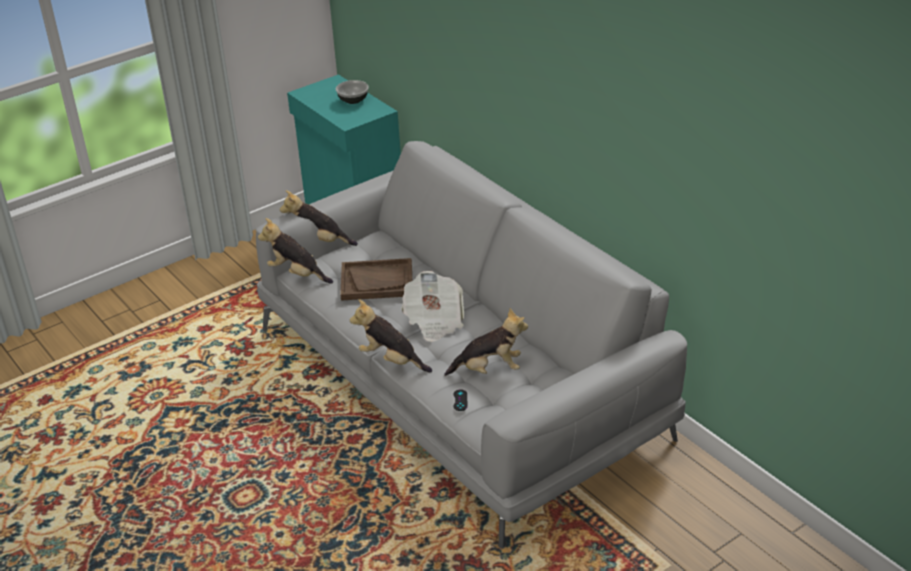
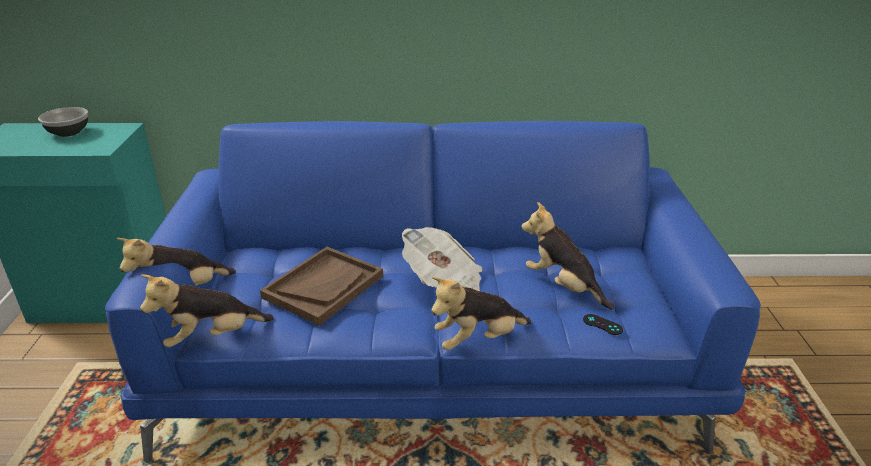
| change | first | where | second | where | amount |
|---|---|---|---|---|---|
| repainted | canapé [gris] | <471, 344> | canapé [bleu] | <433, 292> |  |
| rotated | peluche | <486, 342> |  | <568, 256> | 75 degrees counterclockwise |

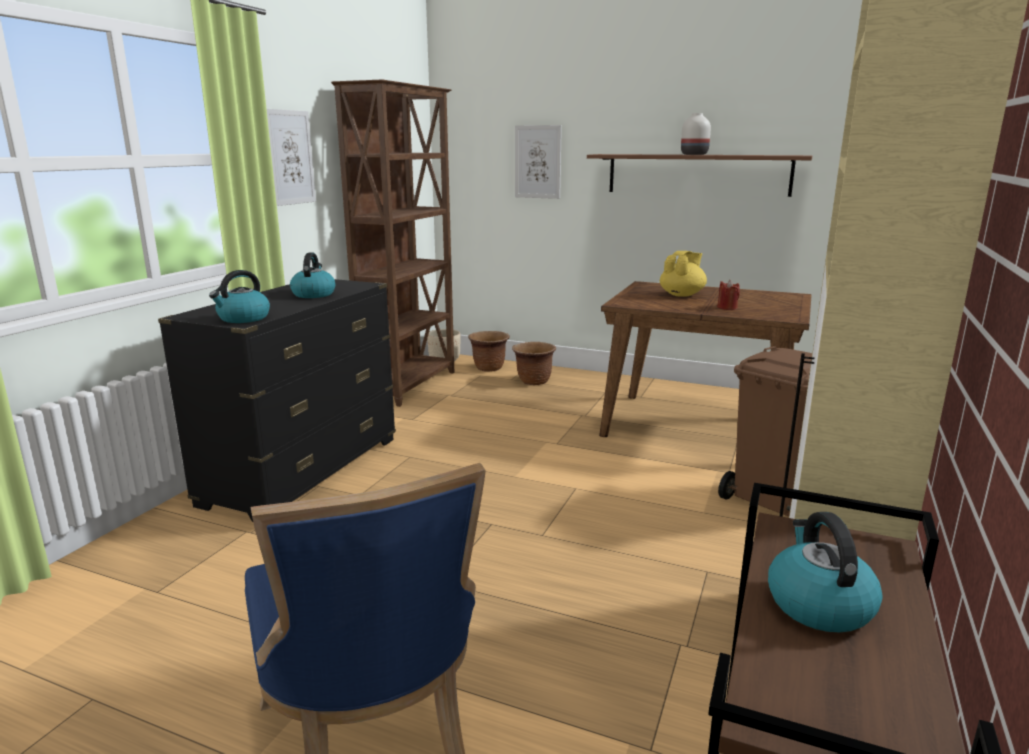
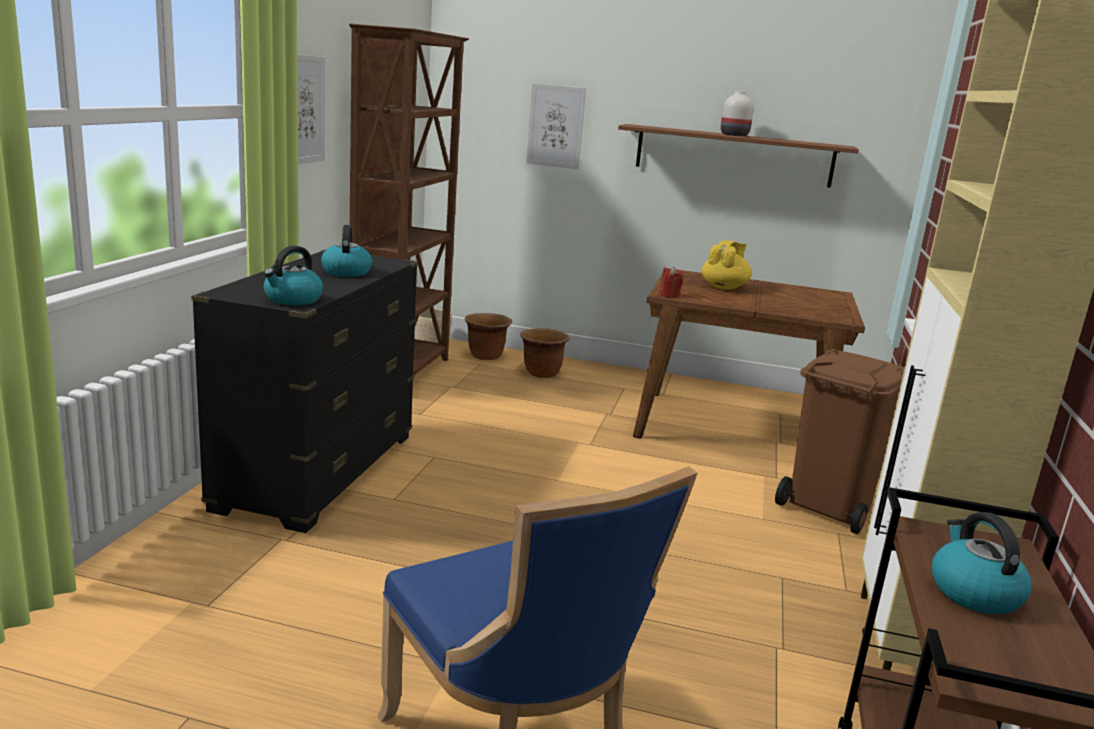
| change | first | where | second | where | amount |
|---|---|---|---|---|---|
| shifted | bougie [rouge] | <728, 295> |  | <671, 282> |  |

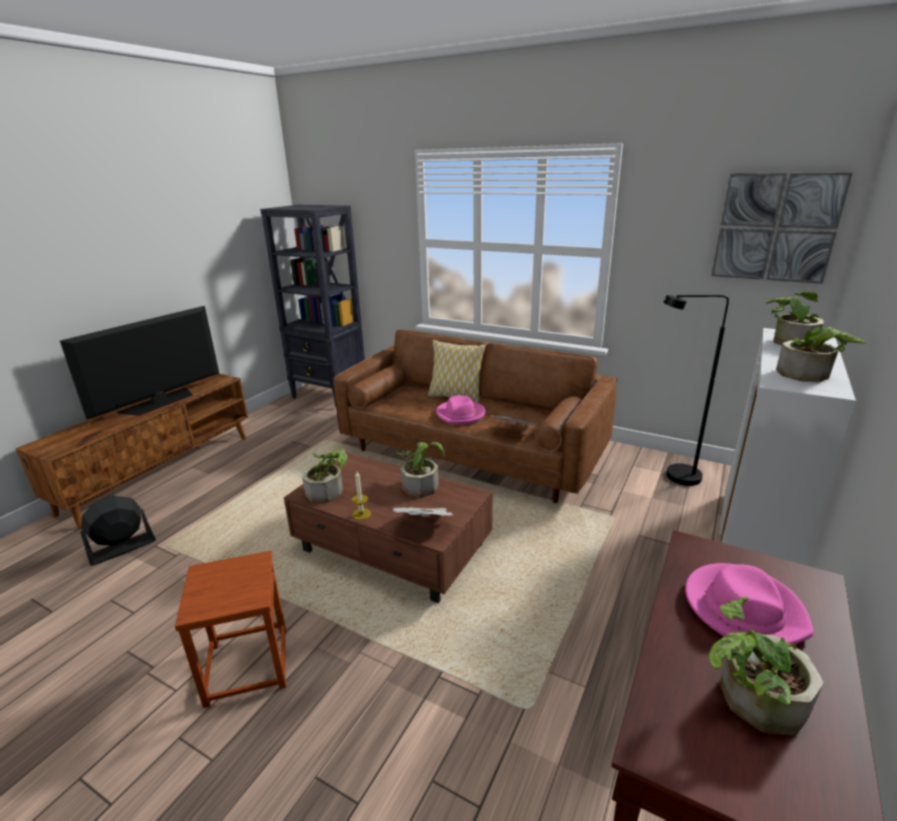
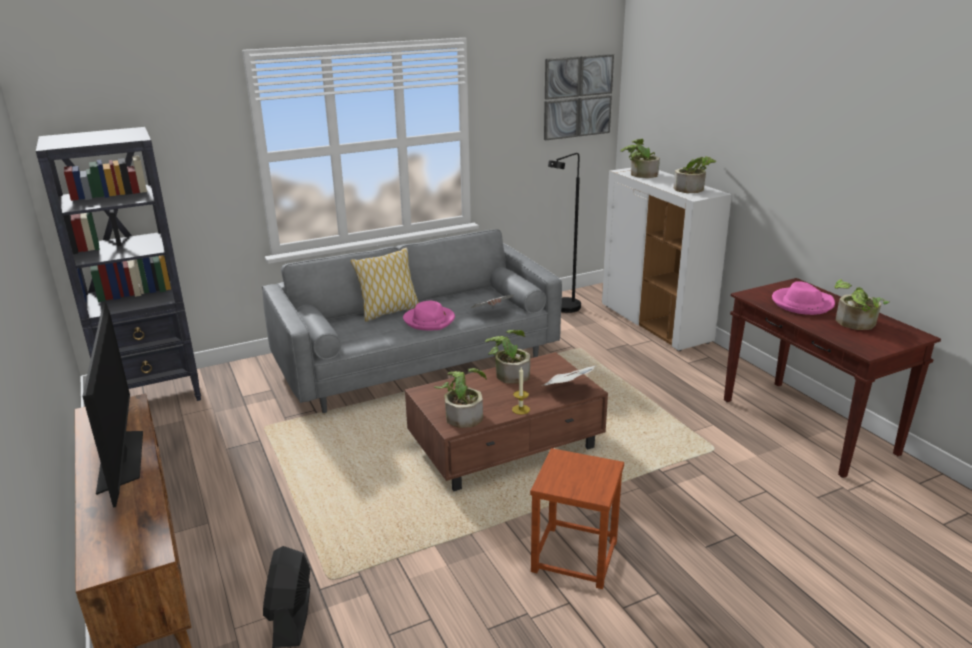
| change | first | where | second | where | amount |
|---|---|---|---|---|---|
| repainted | canapé [marron] | <475, 416> | canapé [gris] | <412, 321> |  |

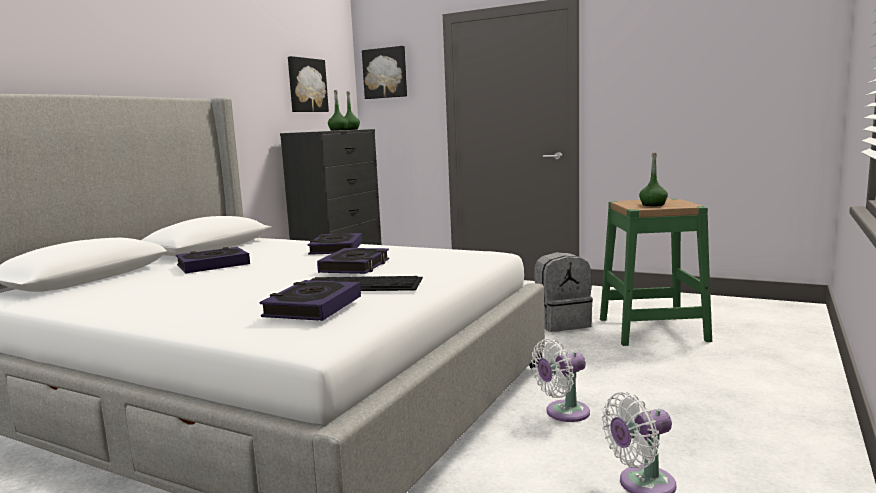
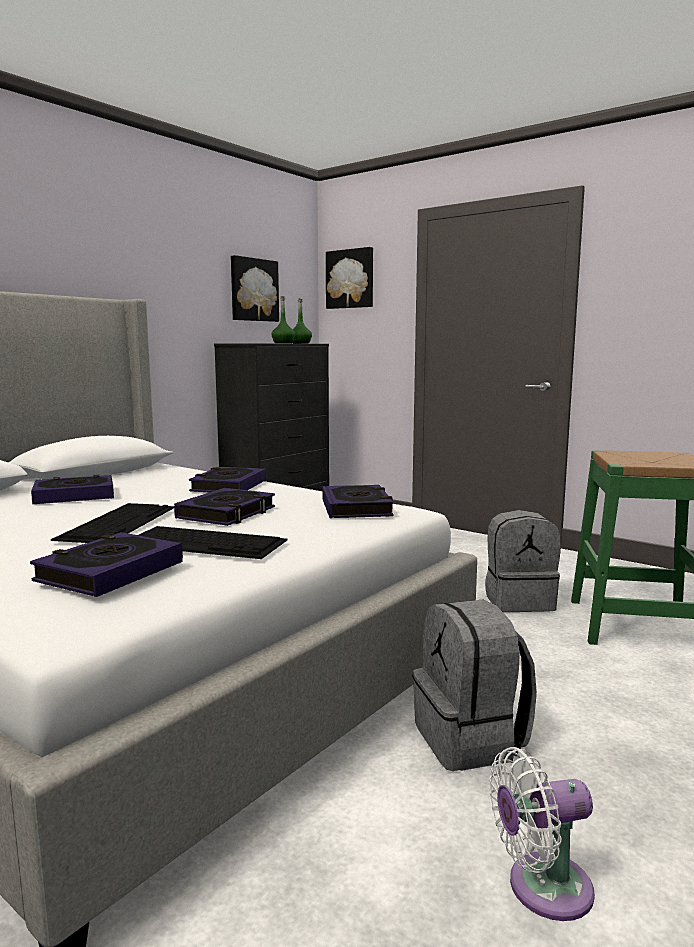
| change | first | where | second | where | amount |
|---|---|---|---|---|---|
| gone | bouteille [vert] | <653, 179> |  |  |  |
| swapped | ventilateur [blanc] | <560, 380> | sac à dos [gris] | <475, 685> |  |
| new |  |  | livre | <358, 501> |  |
| new |  |  | clavier | <112, 523> |  |

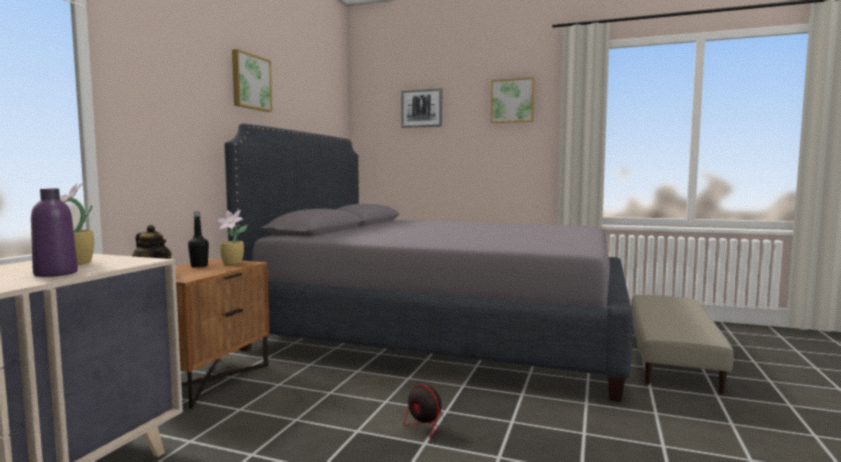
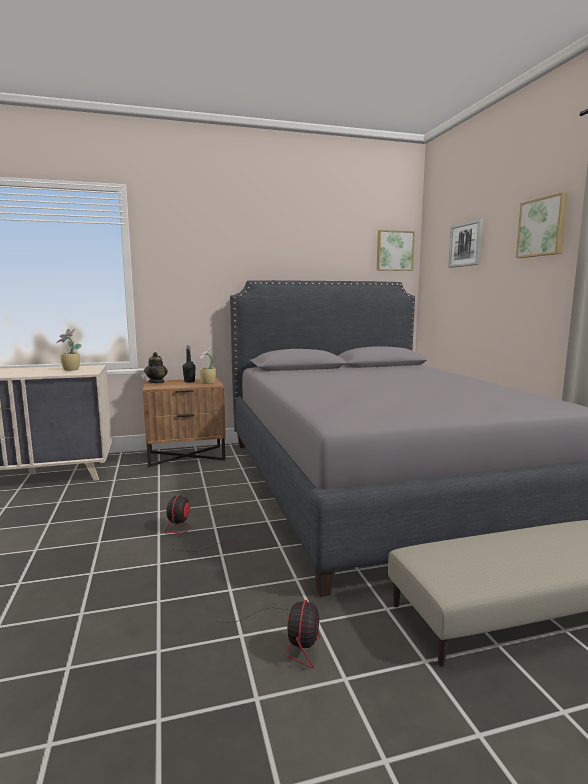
| change | first | where | second | where | amount |
|---|---|---|---|---|---|
| shifted | tableau | <252, 80> |  | <396, 250> |  |
| gone | bouteille [violet] | <54, 233> |  |  |  |
| new |  |  | ventilateur | <267, 634> |  |

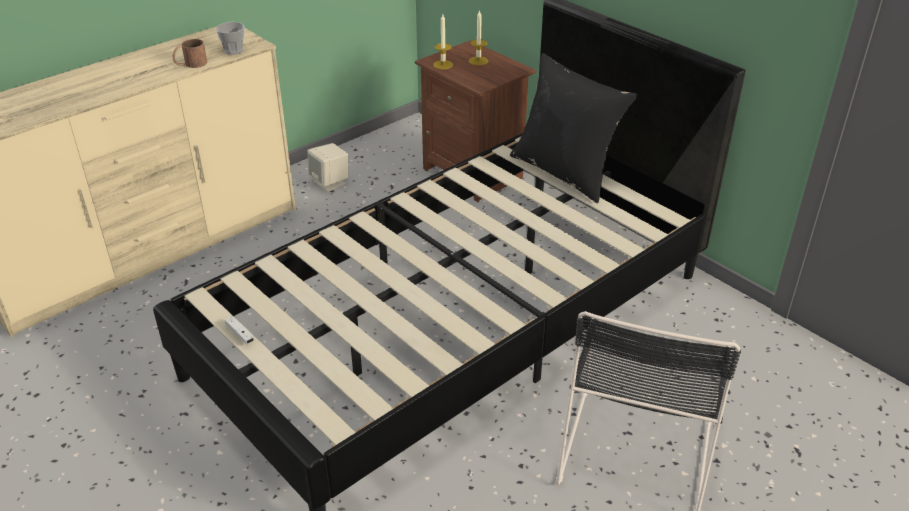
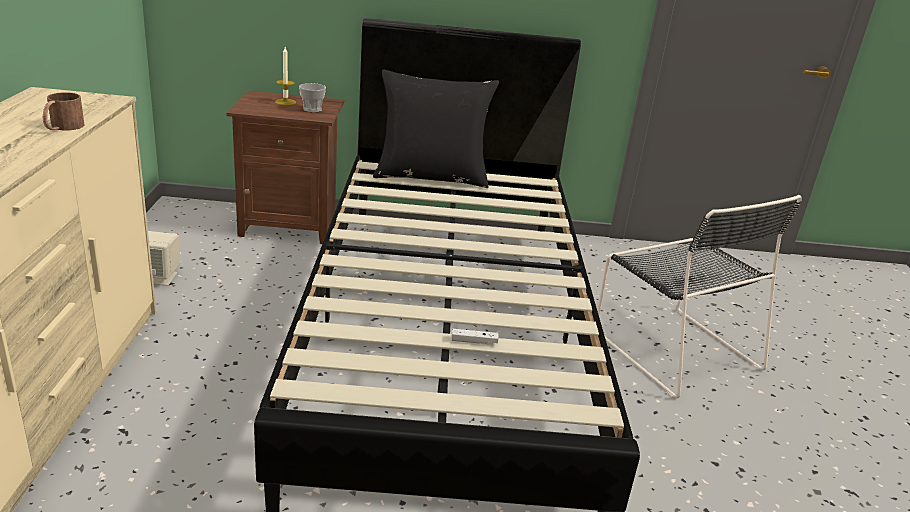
| change | first | where | second | where | amount |
|---|---|---|---|---|---|
| gone | bougie | <443, 41> |  |  |  |
| shifted | tasse | <230, 38> |  | <312, 97> |  |
| shifted | manette [blanc] | <240, 330> |  | <475, 336> |  |

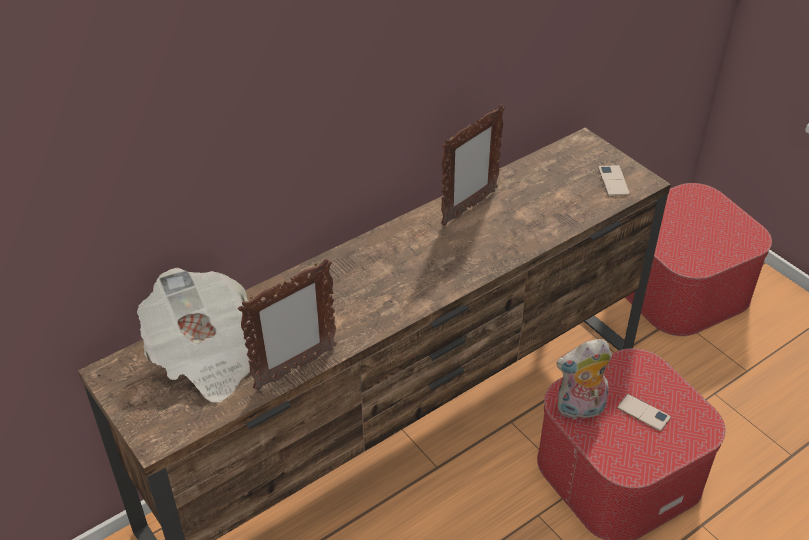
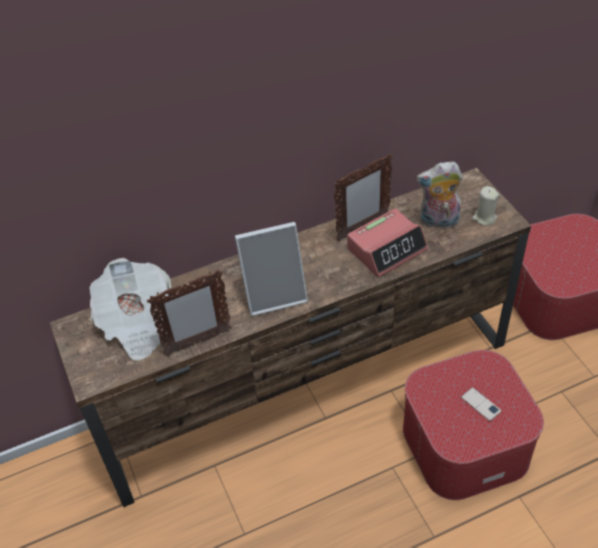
| change | first | where | second | where | amount |
|---|---|---|---|---|---|
| swapped | téléphone | <614, 180> | bougie [beige] | <485, 206> |  |
| shifted | peluche | <584, 379> |  | <439, 194> |  |
| new |  |  | réveil | <387, 242> |  |
| new |  |  | cadre photo | <271, 269> |  |

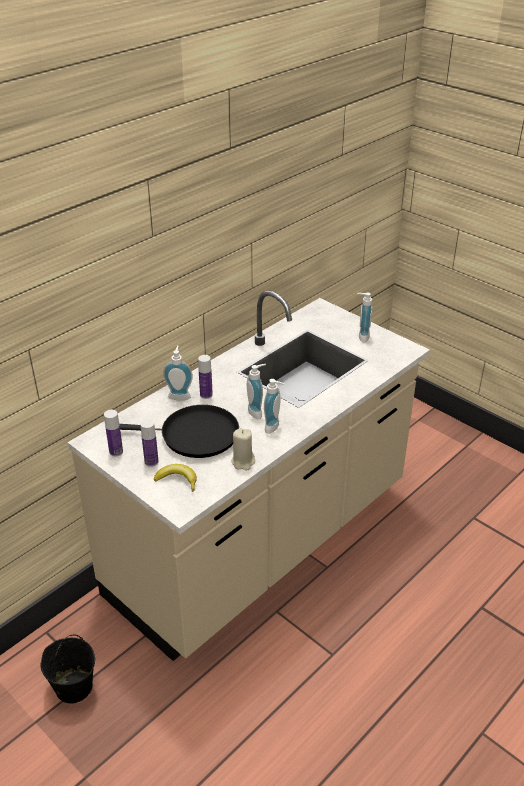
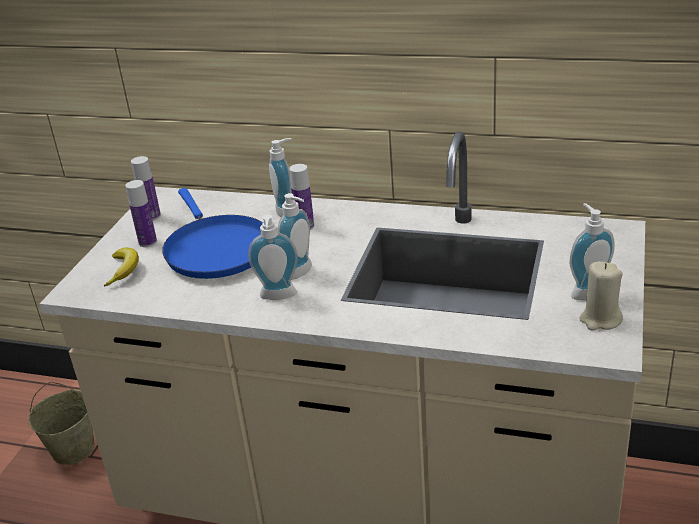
| change | first | where | second | where | amount |
|---|---|---|---|---|---|
| repainted | poêle [noir] | <179, 431> | poêle [bleu] | <212, 233> |  |
| shifted | bougie [beige] | <243, 449> |  | <601, 296> |  |
| repainted | seau [noir] | <67, 669> | seau [beige] | <61, 423> |  |

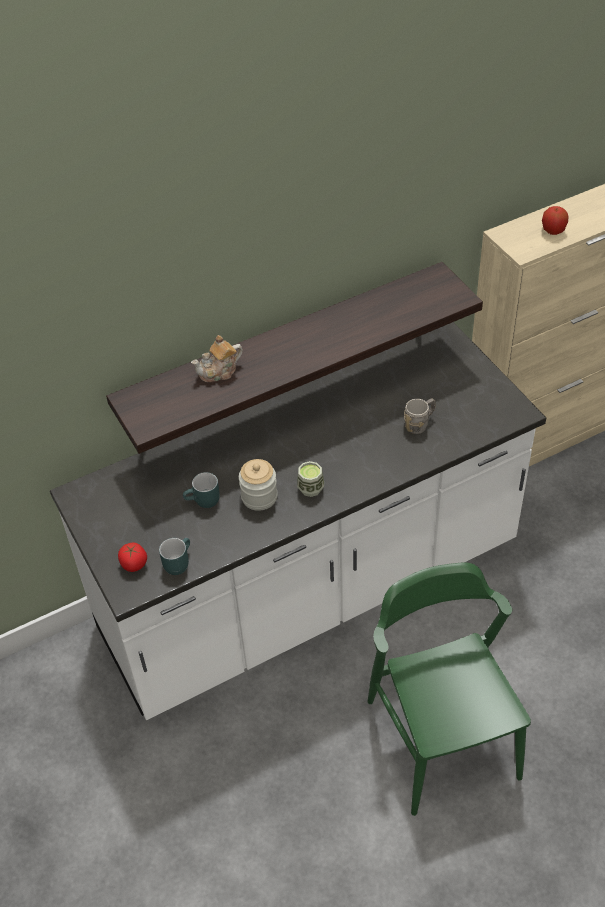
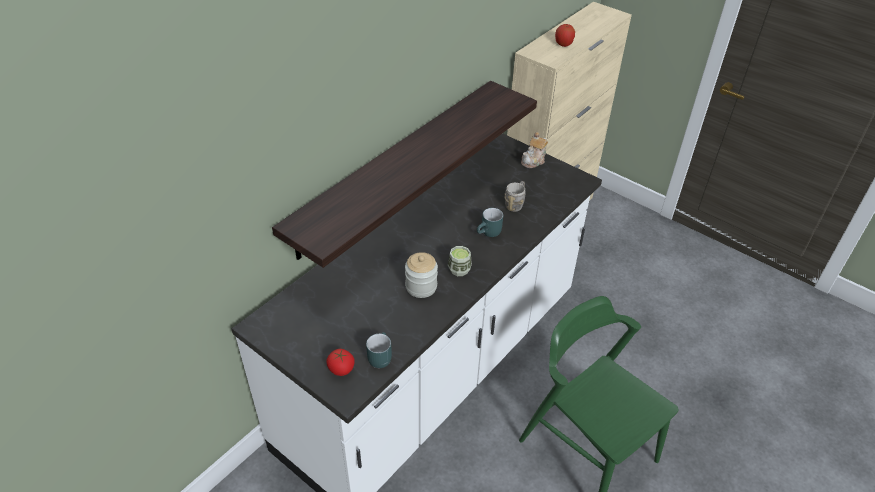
| change | first | where | second | where | amount |
|---|---|---|---|---|---|
| shifted | théière | <217, 358> |  | <534, 150> |  |
| shifted | mug [turquoise] | <201, 490> |  | <490, 222> |  |

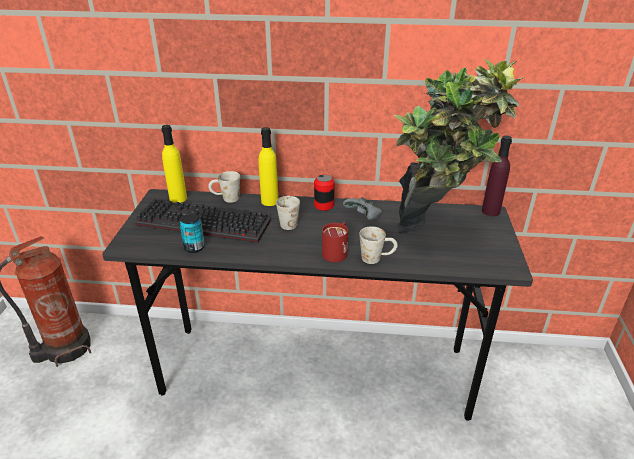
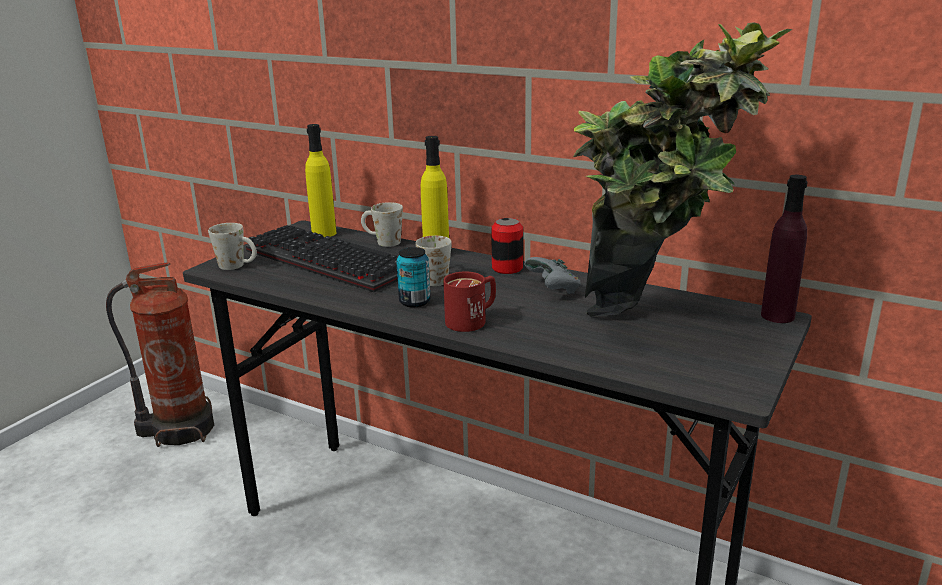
| change | first | where | second | where | amount |
|---|---|---|---|---|---|
| shifted | boîte métallique | <192, 233> |  | <413, 277> |  |
| shifted | mug [blanc] | <378, 245> |  | <232, 246> |  |

